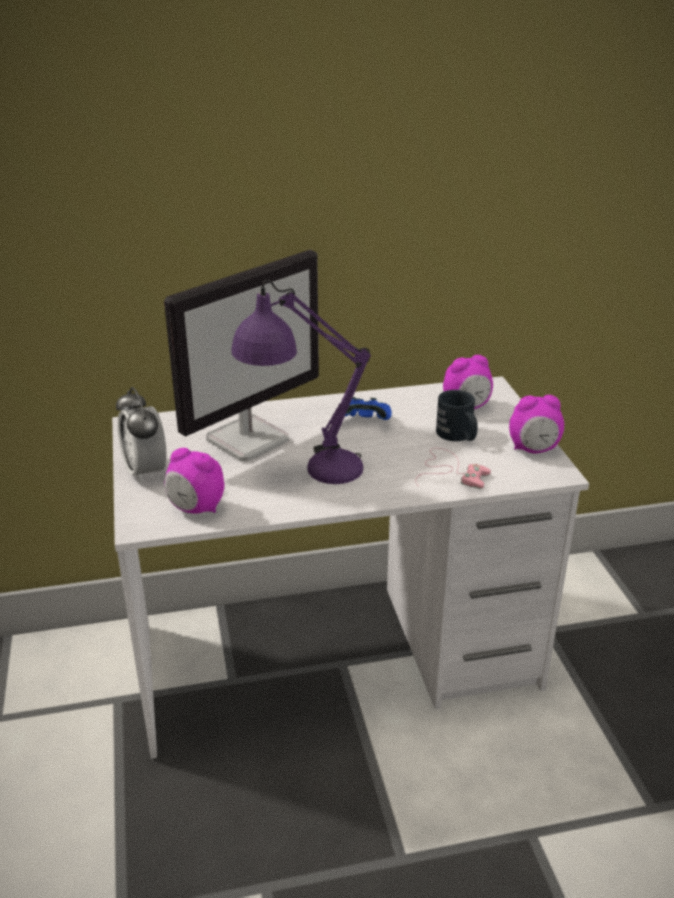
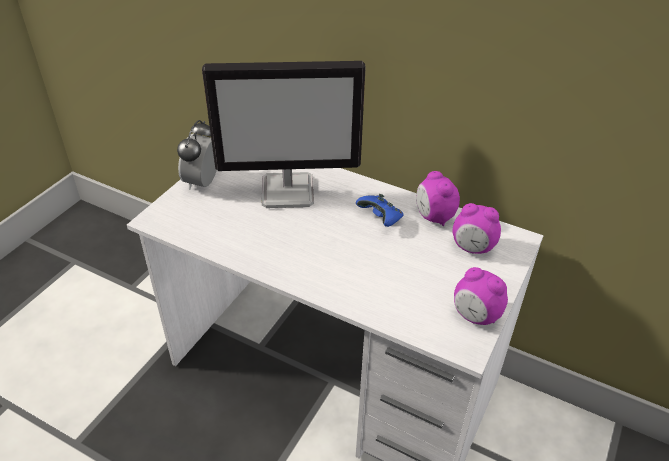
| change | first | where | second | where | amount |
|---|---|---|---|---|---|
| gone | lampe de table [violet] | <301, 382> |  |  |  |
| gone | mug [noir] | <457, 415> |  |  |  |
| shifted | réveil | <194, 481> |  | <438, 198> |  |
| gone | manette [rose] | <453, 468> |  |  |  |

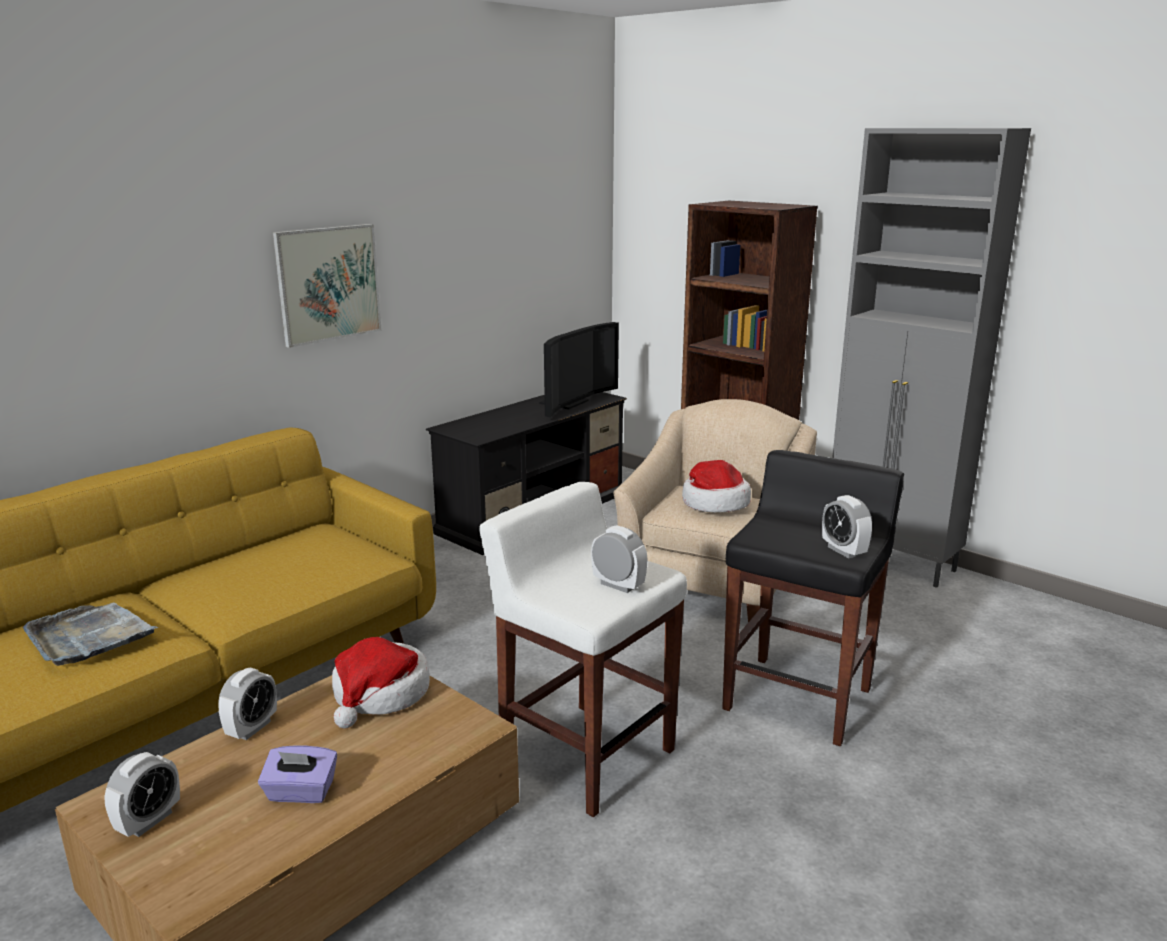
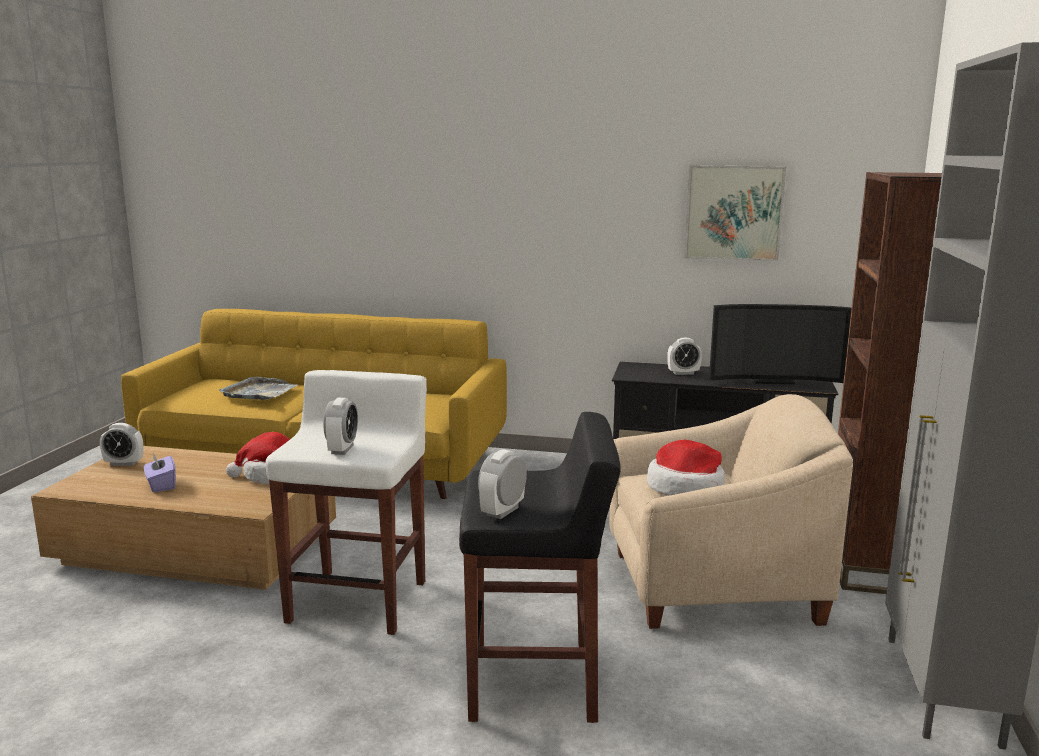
| change | first | where | second | where | amount |
|---|---|---|---|---|---|
| shifted | tableau | <327, 286> |  | <735, 213> |  |
| shifted | réveil | <247, 704> |  | <684, 356> |  |

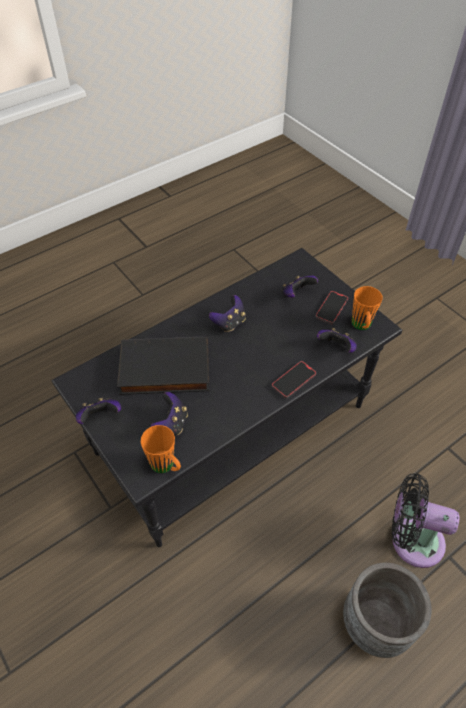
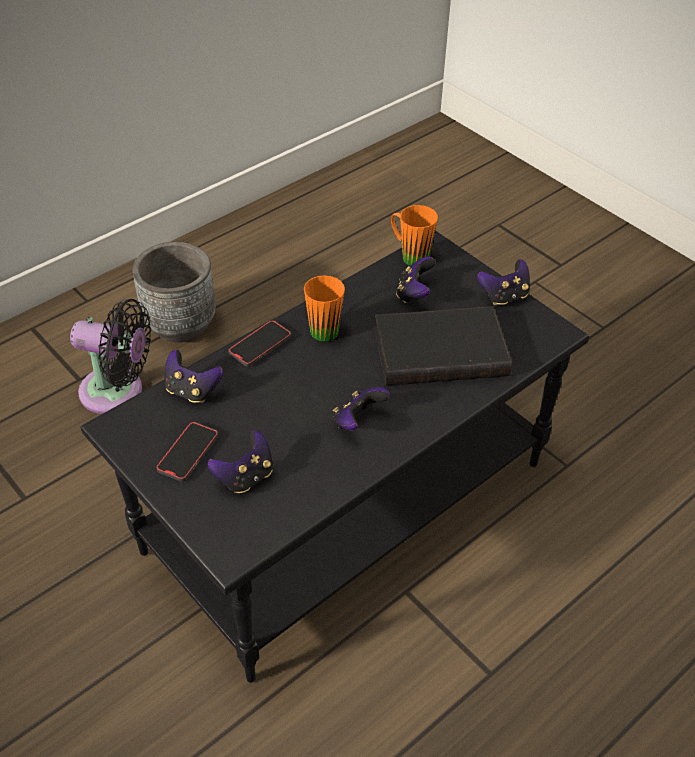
| change | first | where | second | where | amount |
|---|---|---|---|---|---|
| shifted | mug [orange] | <367, 308> |  | <324, 308> |  |

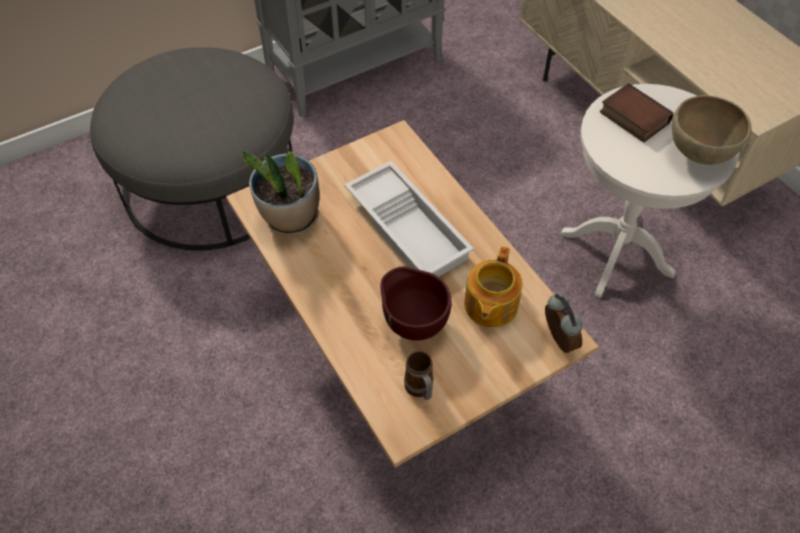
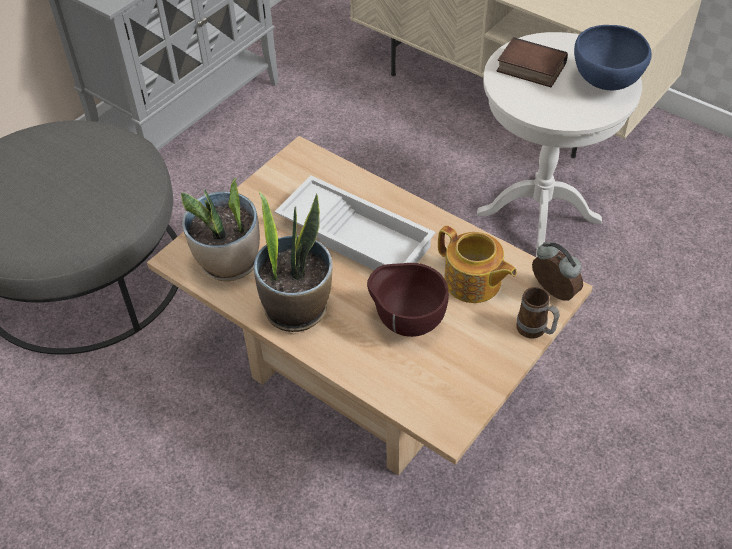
| change | first | where | second | where | amount |
|---|---|---|---|---|---|
| repainted | bol [marron] | <712, 130> | bol [bleu] | <613, 57> |  |
| rotated | théière | <493, 286> |  | <477, 264> | 45 degrees counterclockwise |
| shifted | mug | <418, 375> |  | <538, 312> |  |
| new |  |  | plante en pot | <293, 261> |  |

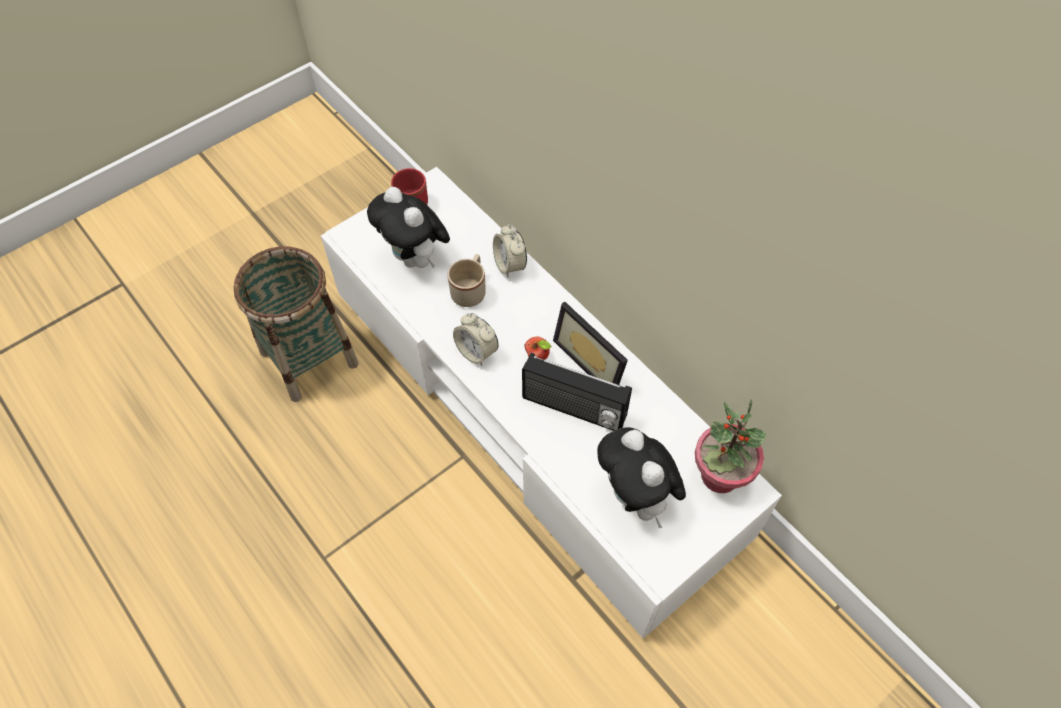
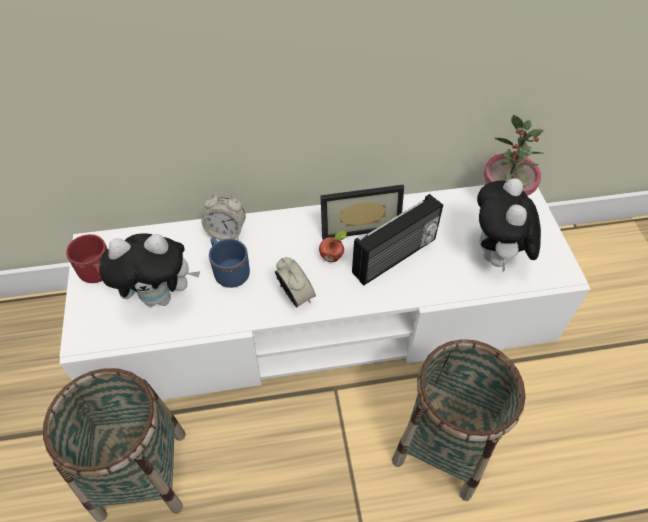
| change | first | where | second | where | amount |
|---|---|---|---|---|---|
| repainted | mug [beige] | <467, 280> | mug [bleu] | <229, 262> |  |
| rotated | réveil | <475, 339> |  | <295, 282> | 105 degrees counterclockwise |
| rotated | peluche | <641, 477> |  | <509, 225> | 90 degrees clockwise |
| new |  |  | panier | <459, 420> |  |

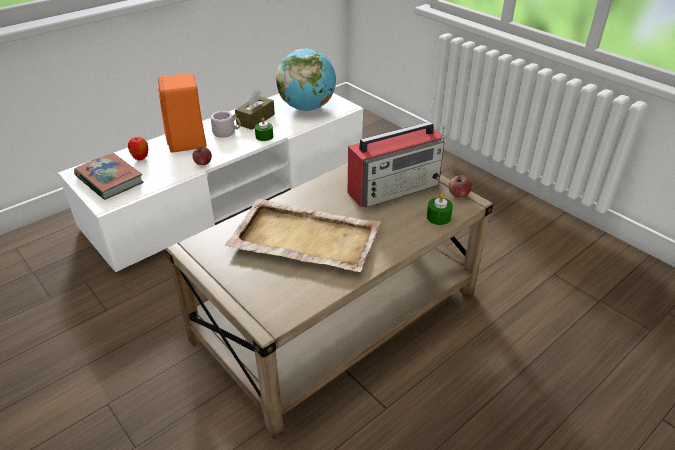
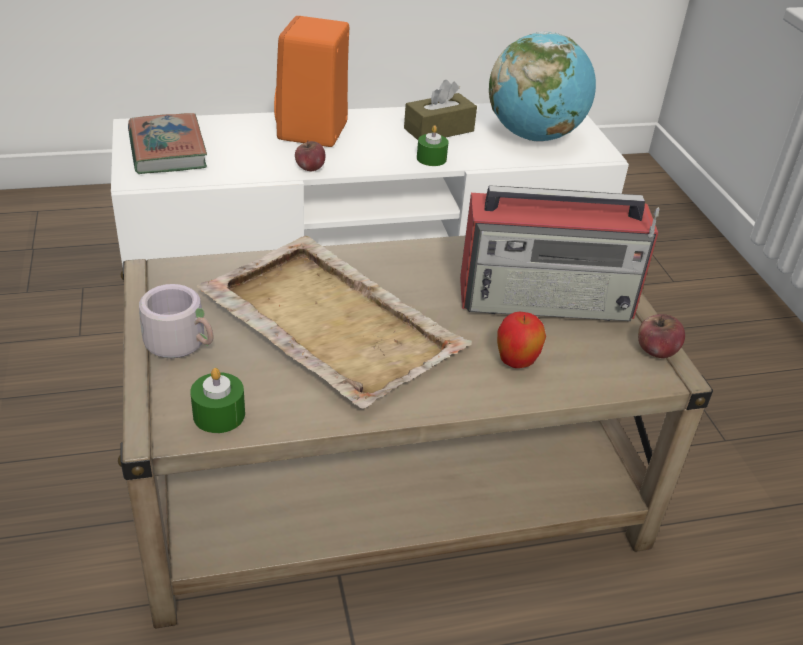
| change | first | where | second | where | amount |
|---|---|---|---|---|---|
| shifted | mug [gris] | <226, 124> |  | <176, 321> |  |
| shifted | pomme | <138, 148> |  | <521, 340> |  |
| shifted | bougie [vert] | <440, 209> |  | <217, 400> |  |

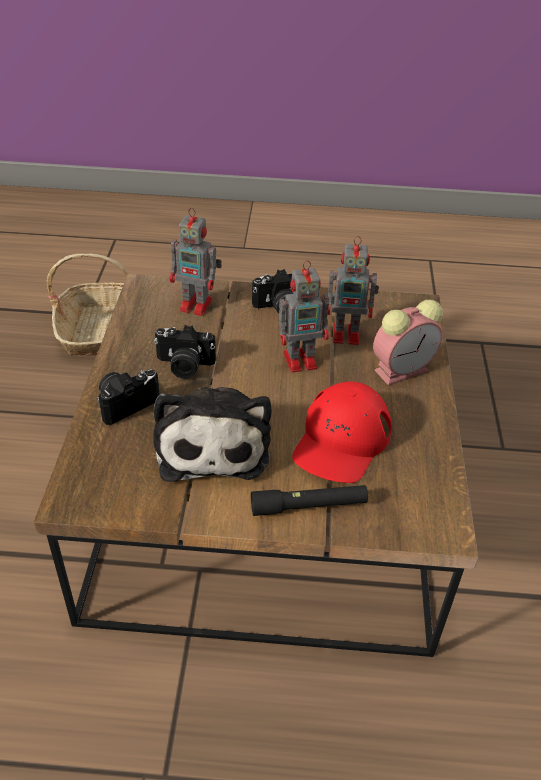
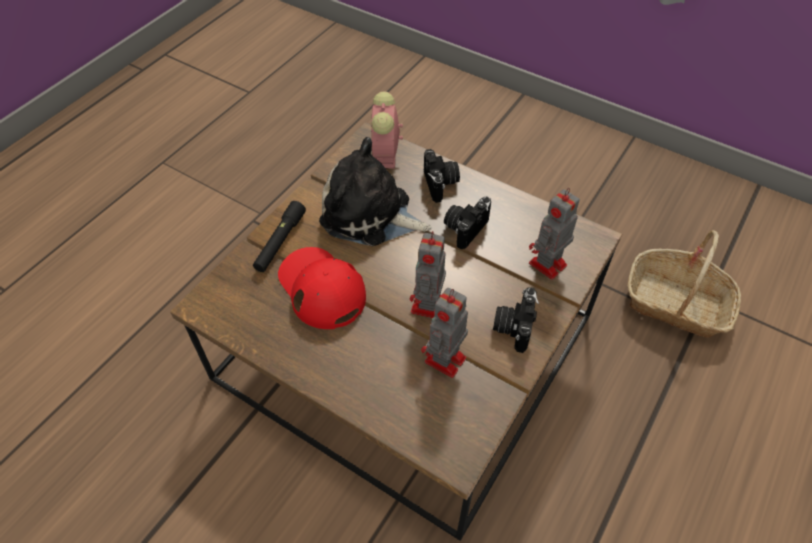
| change | first | where | second | where | amount |
|---|---|---|---|---|---|
| shifted | réveil | <408, 343> |  | <387, 130> |  |

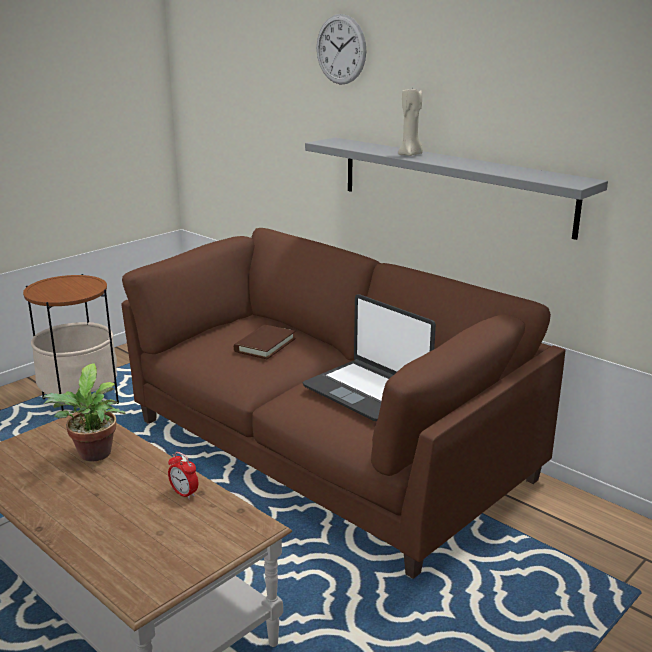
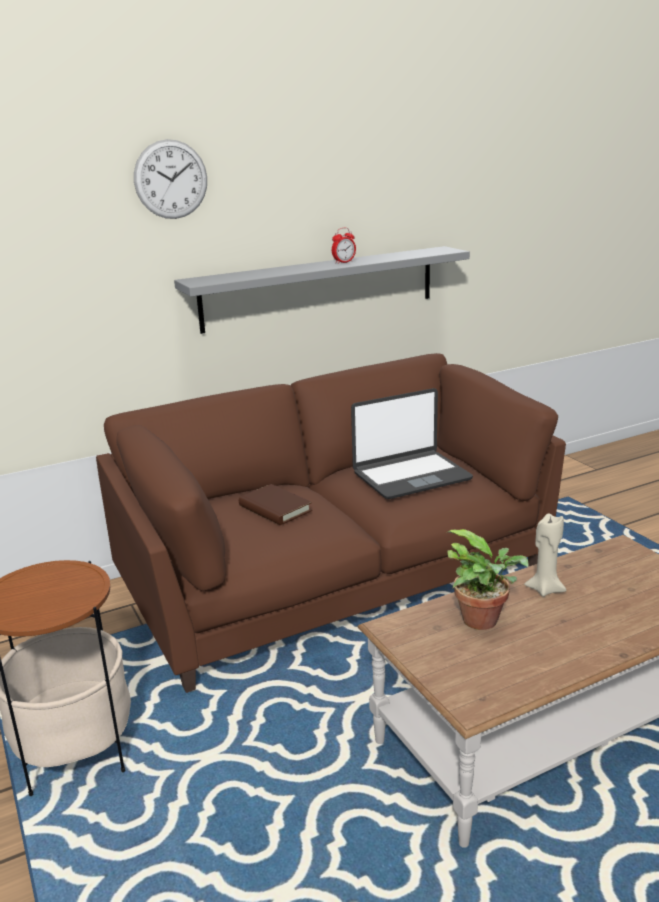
| change | first | where | second | where | amount |
|---|---|---|---|---|---|
| shifted | bougie [beige] | <410, 121> |  | <545, 555> |  |
| shifted | réveil | <183, 475> |  | <344, 246> |  |

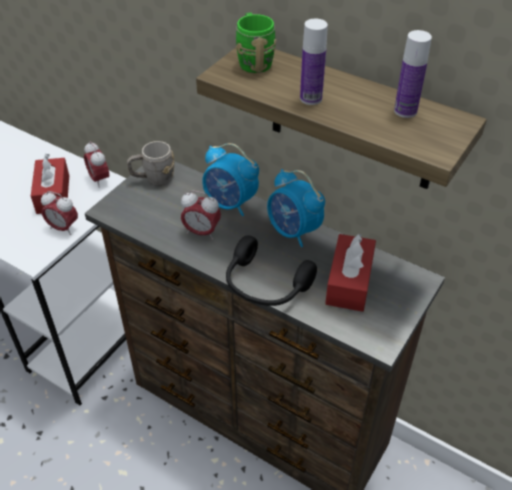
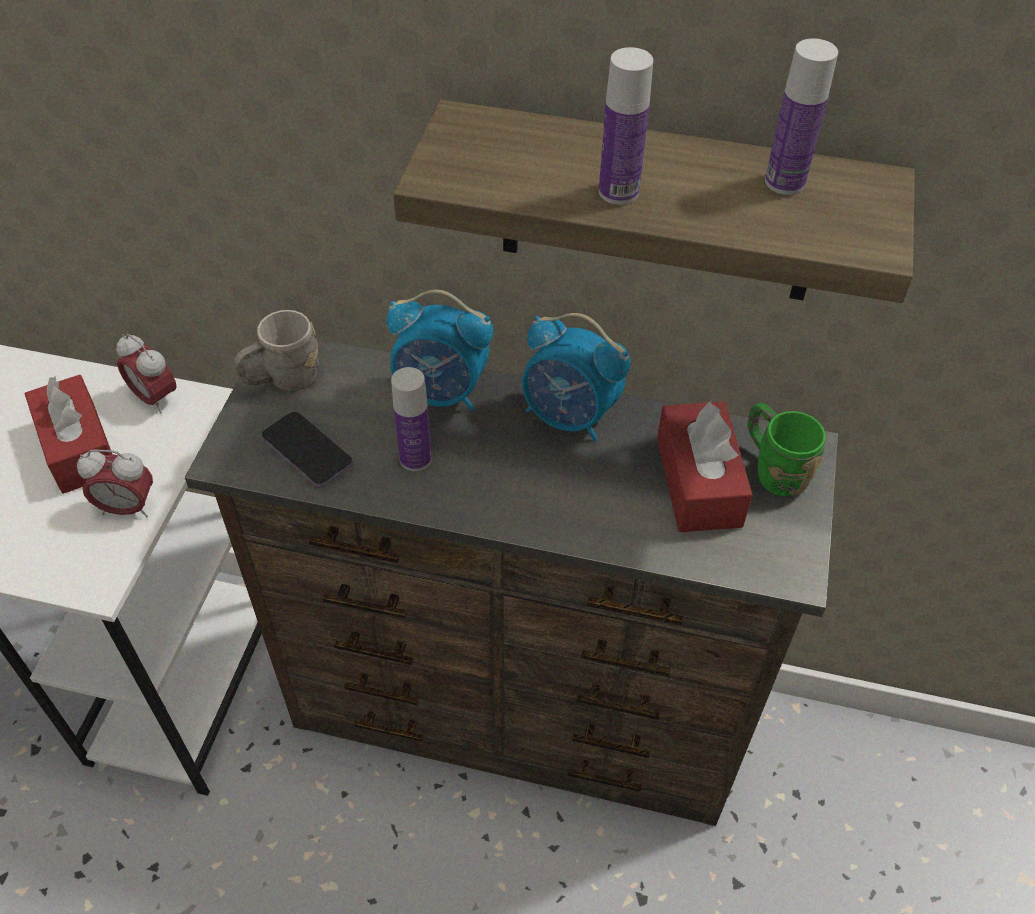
| change | first | where | second | where | amount |
|---|---|---|---|---|---|
| shifted | mug [vert] | <256, 43> |  | <787, 450> |  |
| swapped | réveil | <201, 215> | bouteille | <411, 419> |  |
| gone | casque audio [noir] | <271, 270> |  |  |  |
| new |  |  | téléphone | <307, 449> |  |

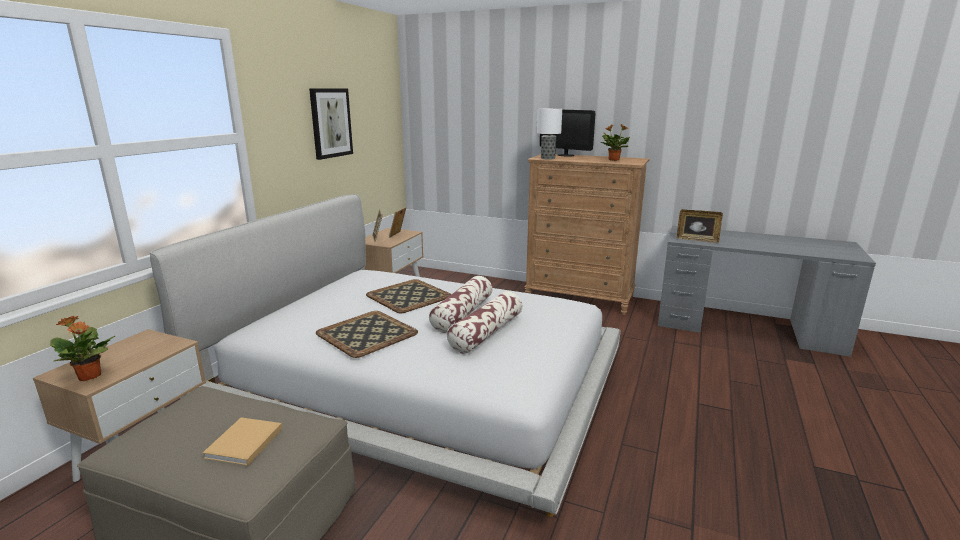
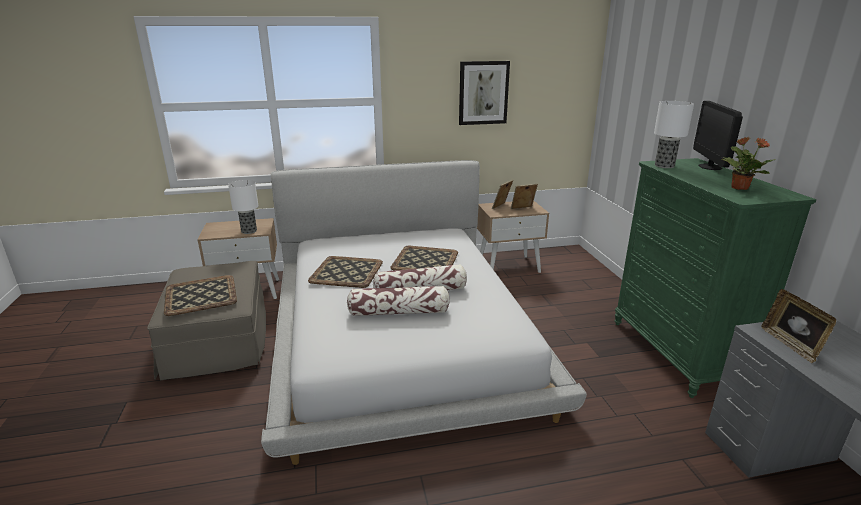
| change | first | where | second | where | amount |
|---|---|---|---|---|---|
| repainted | commode [marron] | <587, 234> | commode [vert] | <715, 278> |  |
| gone | plante en pot | <82, 348> |  |  |  |
| swapped | livre [beige] | <242, 442> | plateau | <200, 295> |  |
| new |  |  | lampe de table | <243, 207> |  |

